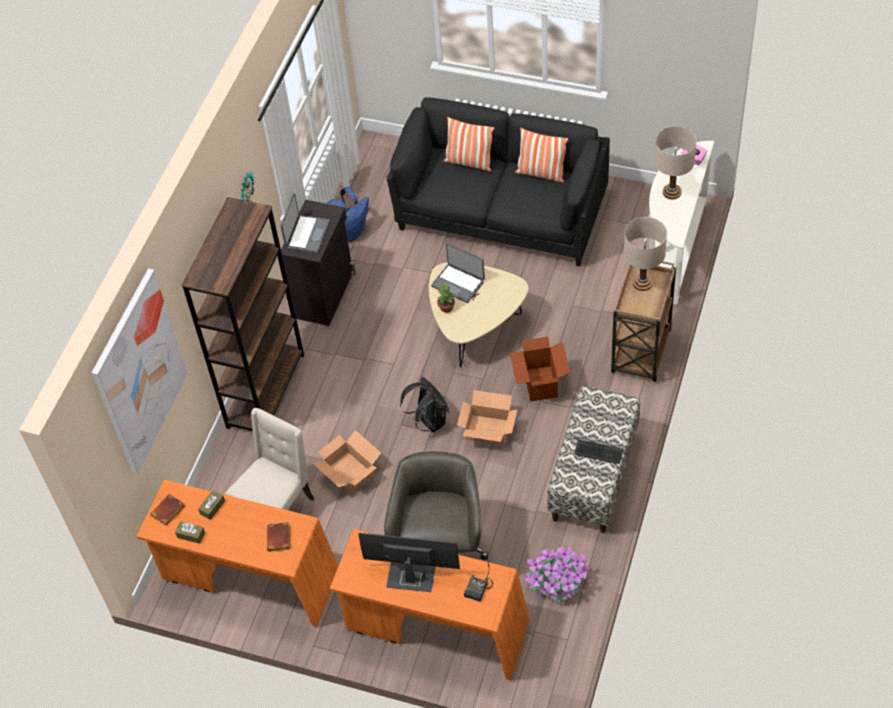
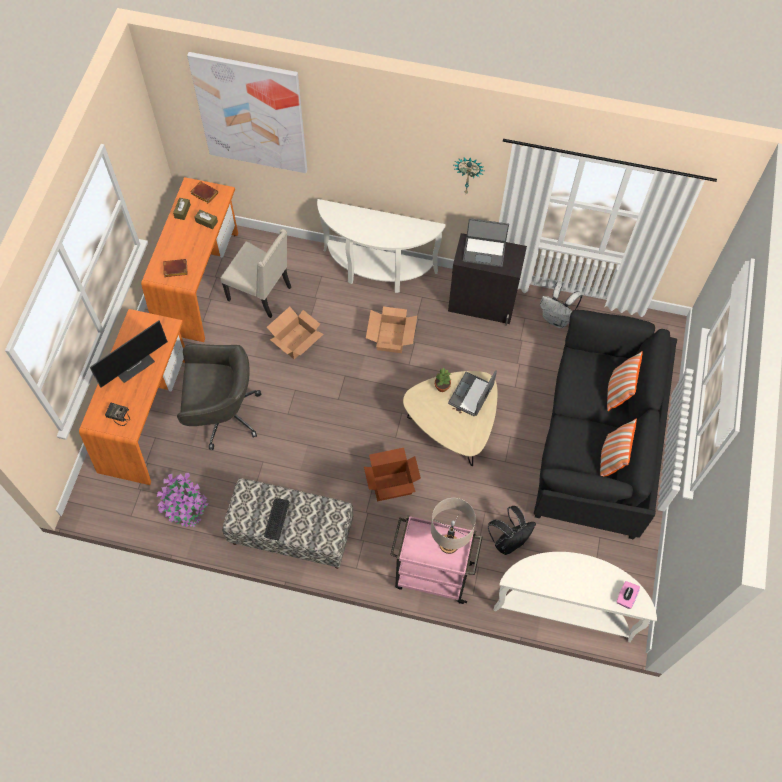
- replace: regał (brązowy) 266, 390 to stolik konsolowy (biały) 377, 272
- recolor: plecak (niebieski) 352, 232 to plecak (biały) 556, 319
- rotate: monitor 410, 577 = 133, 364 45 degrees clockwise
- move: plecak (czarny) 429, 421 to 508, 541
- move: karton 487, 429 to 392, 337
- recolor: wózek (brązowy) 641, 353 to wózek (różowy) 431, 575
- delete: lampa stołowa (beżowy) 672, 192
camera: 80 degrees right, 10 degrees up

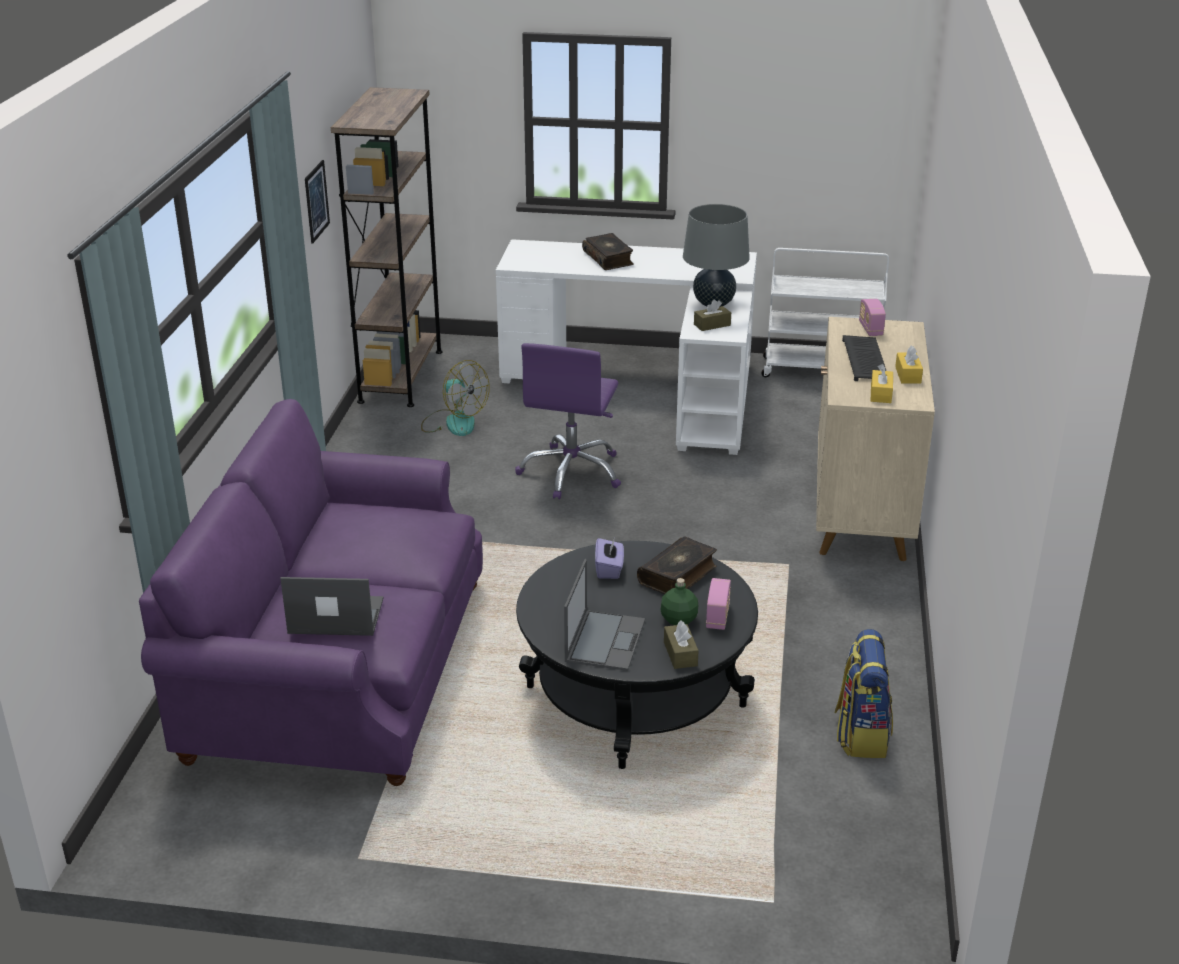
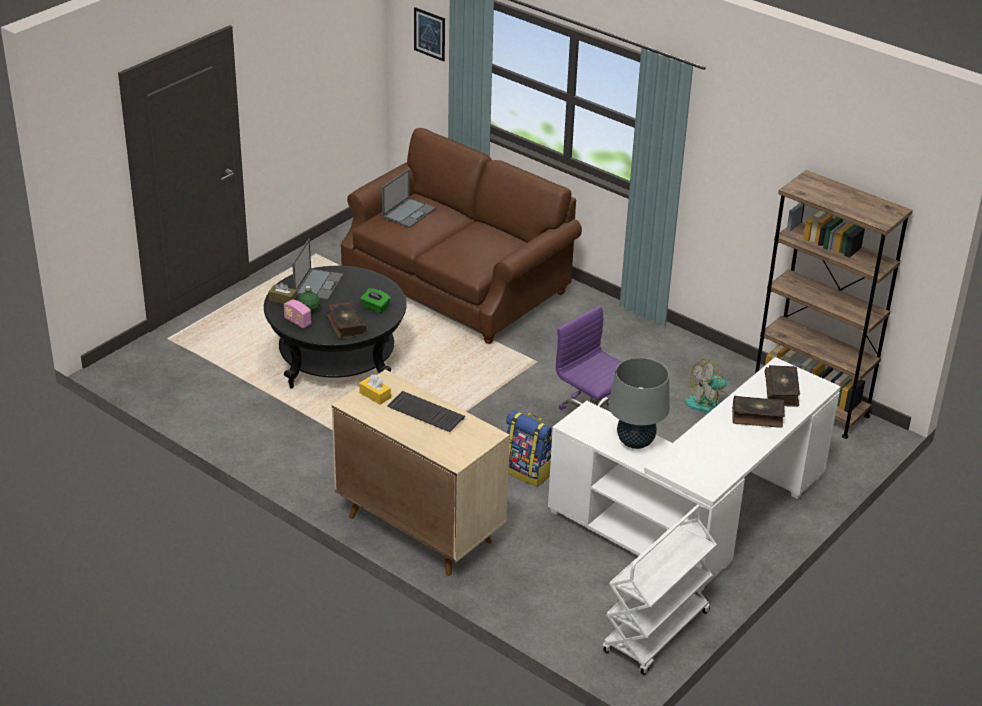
- recolor: kanapa (fioletowy) 338, 667 to kanapa (brązowy) 457, 284
- move: obraz 316, 201 to 429, 34
- rotate: laptop 605, 640 = 318, 284 120 degrees counterclockwise
- recolor: pudełko chusteczek (fioletowy) 609, 569 to pudełko chusteczek (zielony) 375, 307
- delete: pudełko chusteczek (brązowy) 712, 325
- move: plecak 861, 734 to 528, 472
- delete: radio 870, 329
- delete: pudełko chusteczek (żółty) 908, 375
- insert: książka 782, 391
camera: 120 degrees right, 5 degrees up

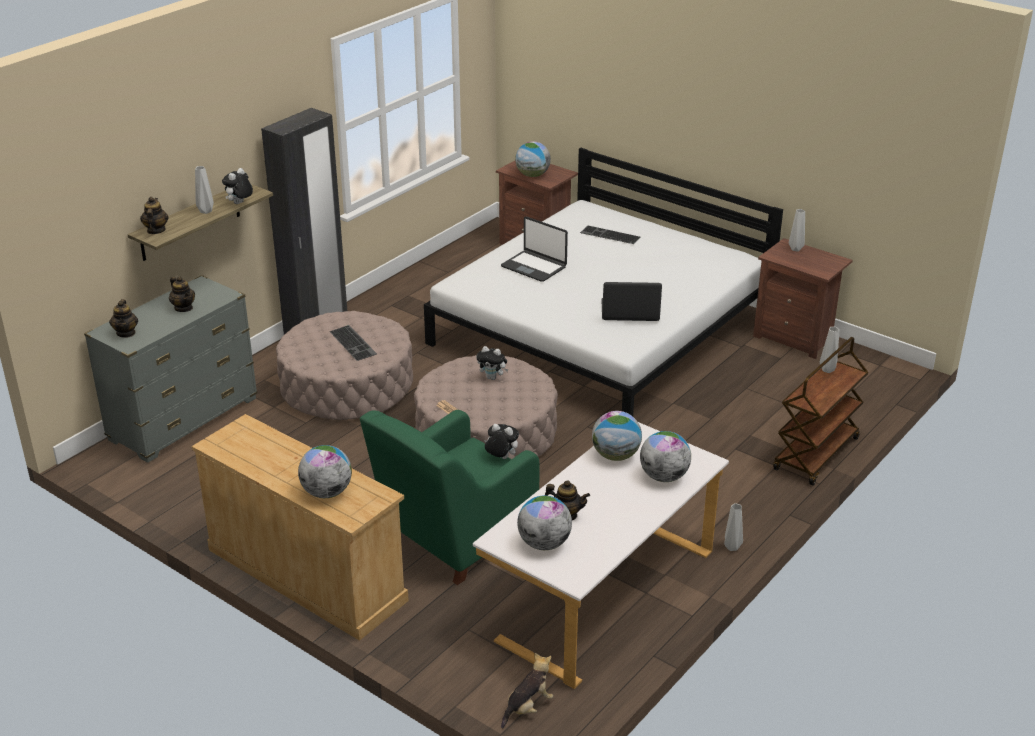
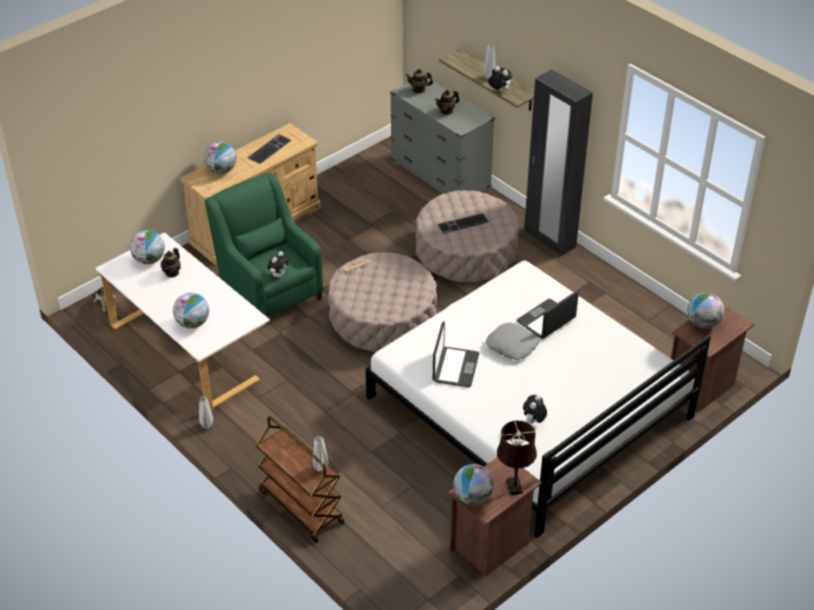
- delete: imbryk 156, 230
- move: pluszak 492, 377 to 533, 421
- move: klawiatura 609, 235 to 269, 148
- move: globus 615, 456 to 472, 497
- replace: wazon (szary) 795, 249 to lampa stołowa (brązowy) 514, 484
- insert: poduszka (szary) 511, 346
camera: 100 degrees right, 10 degrees up

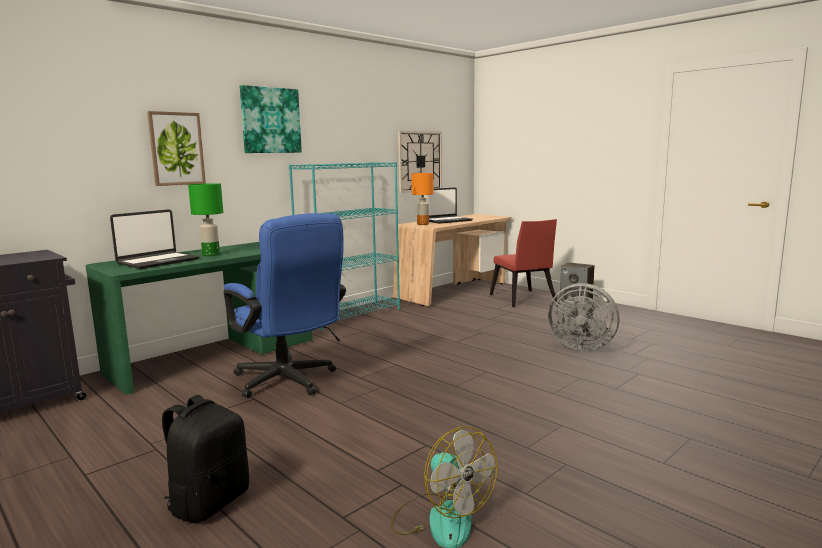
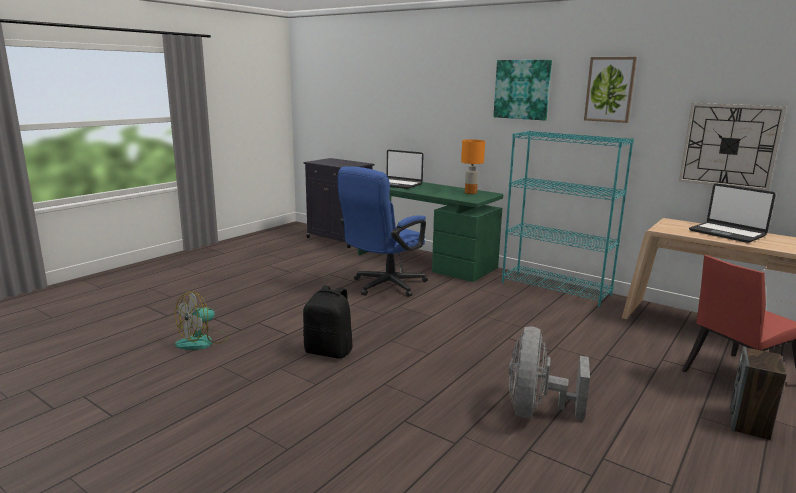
- move: obraz 176, 149 to 610, 89
- move: plecak (czarny) 209, 502 to 329, 351
- delete: lampa stołowa (zielony) 210, 255
- move: lampa stołowa (pomarańczowy) 422, 224 to 471, 193
camera: 80 degrees right, 5 degrees up

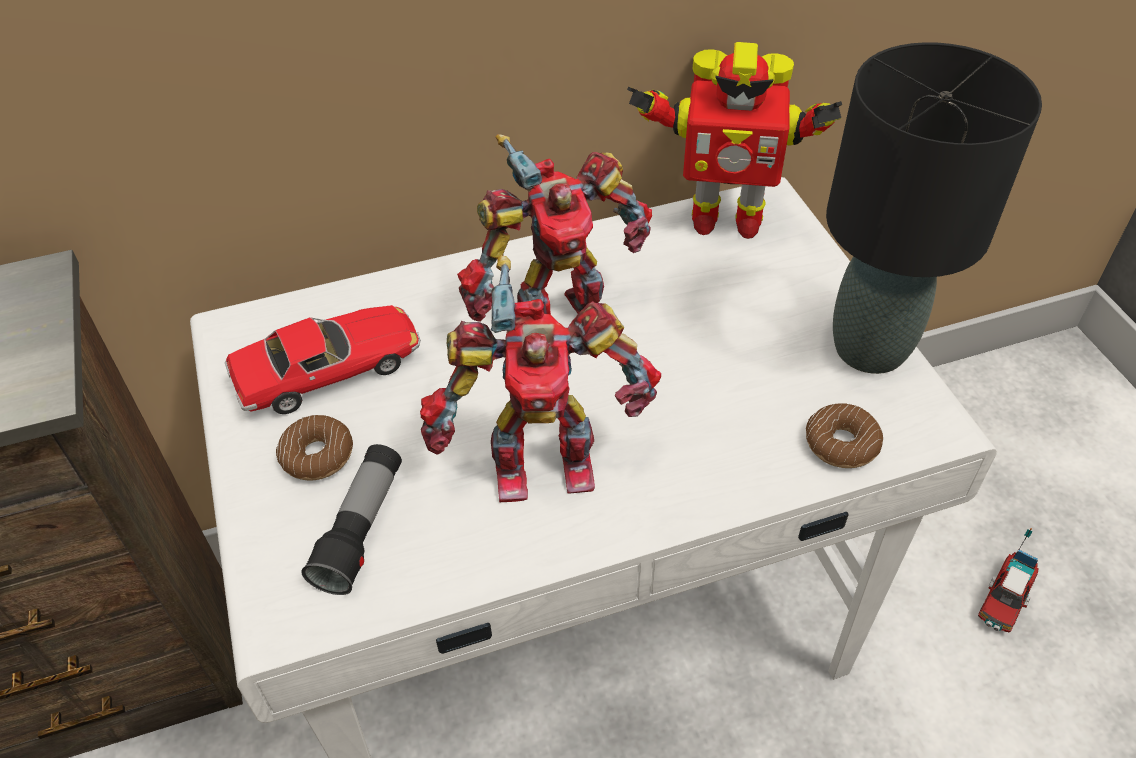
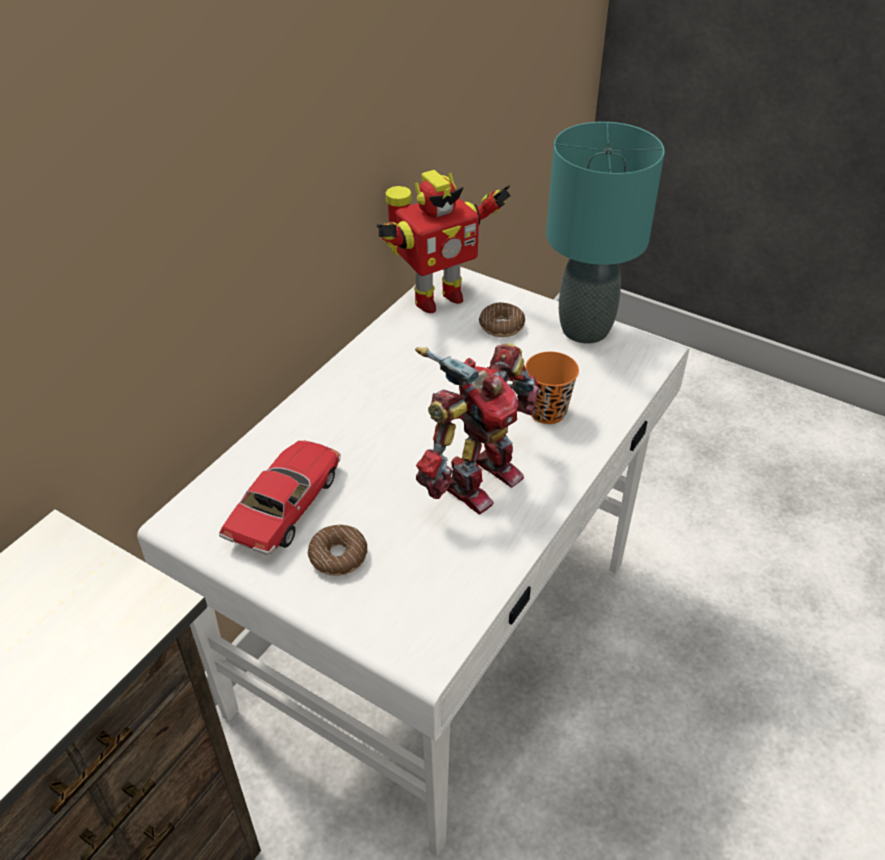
- delete: latarka 361, 529
- delete: robot zabawkowy 557, 316
- move: donut 841, 443 to 501, 326
- recolor: lampa stołowa (czarny) 871, 348 to lampa stołowa (turkusowy) 585, 329
- delete: ciężarówka zabawkowa 1005, 598
- insert: filiżanka (pomarańczowy) 547, 412
camera: 40 degrees left, 5 degrees down

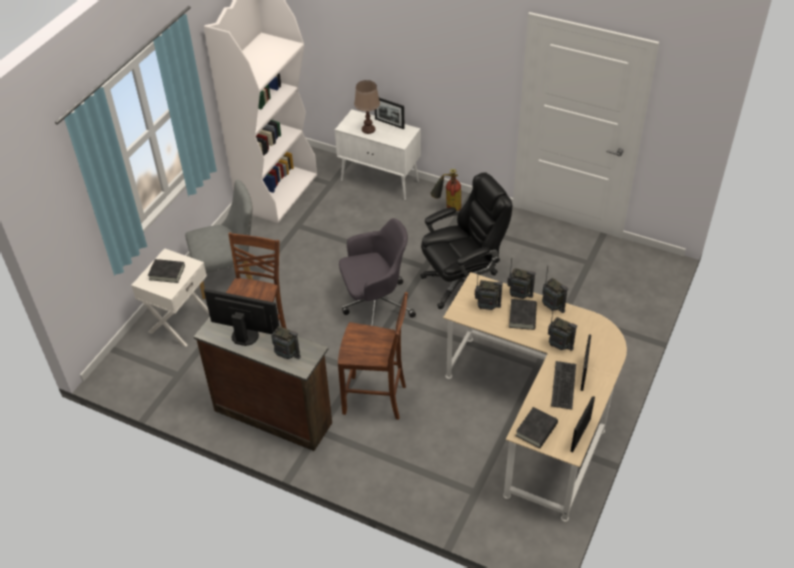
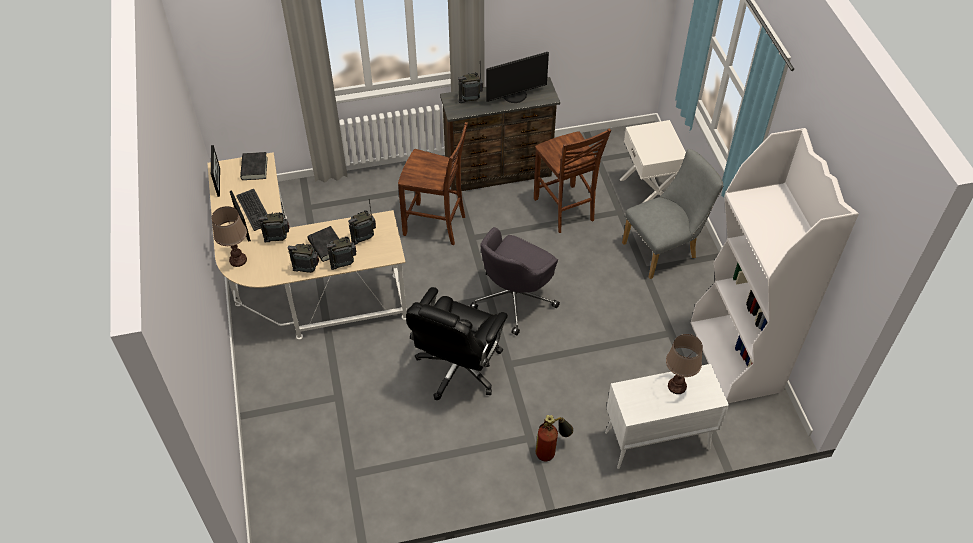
- delete: książka (czarny) 167, 273
- rotate: krzesło (szary) 229, 275 = 664, 249 150 degrees counterclockwise
- rotate: krzesło (brązowy) 376, 399 = 436, 225 135 degrees counterclockwise
- delete: ramka na zdjęcie 389, 123
- insert: lampa stołowa (brązowy) 238, 260
camera: 140 degrees right, 5 degrees up

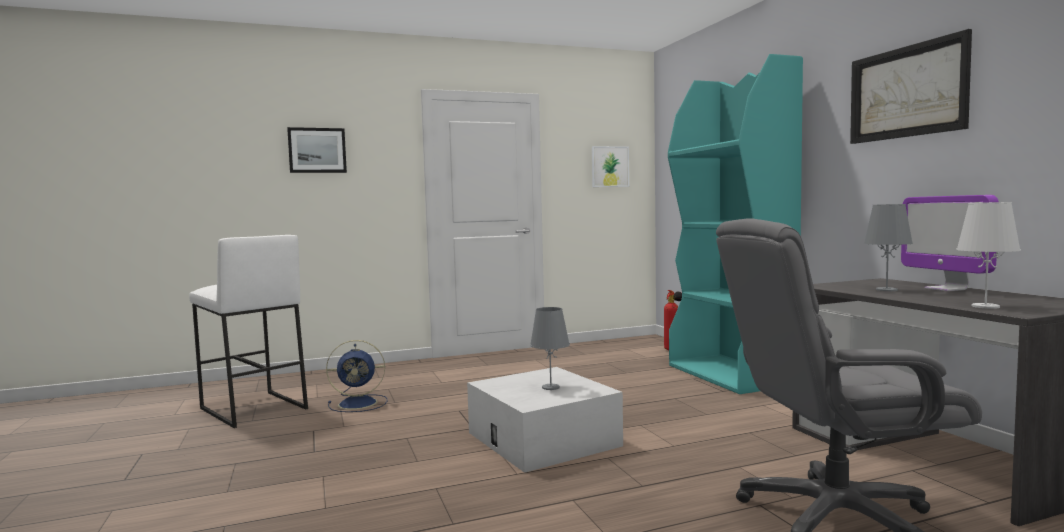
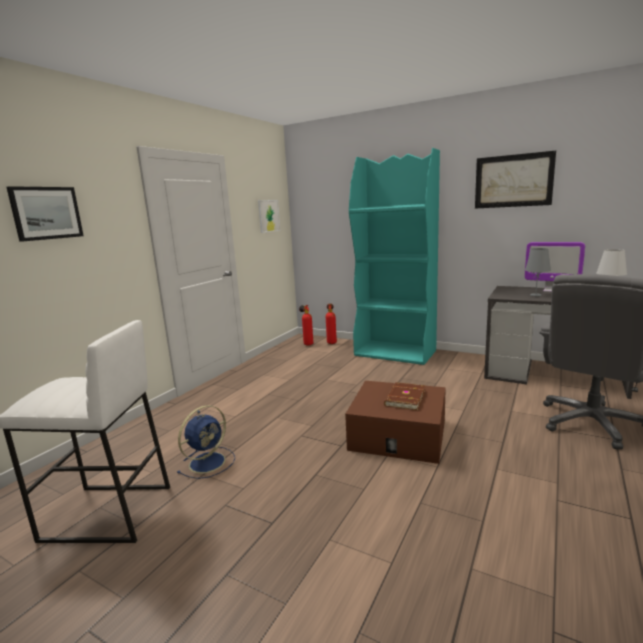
- recolor: pojemnik do przechowywania (biały) 543, 439 to pojemnik do przechowywania (brązowy) 398, 435
- replace: lampa stołowa (szary) 551, 387 to książka (brązowy) 404, 398
- insert: gaśnica 307, 344
camera: 40 degrees left, 10 degrees up

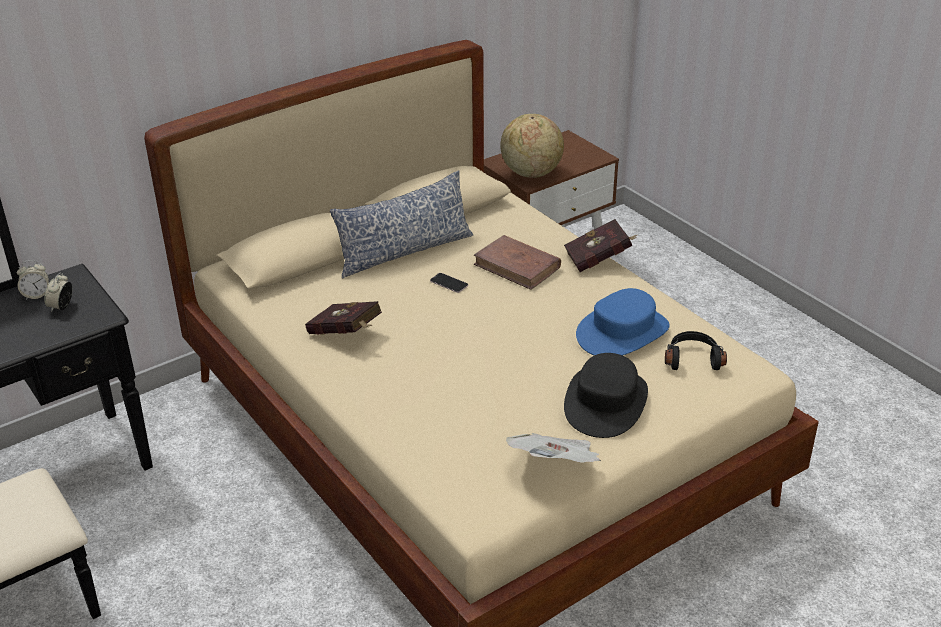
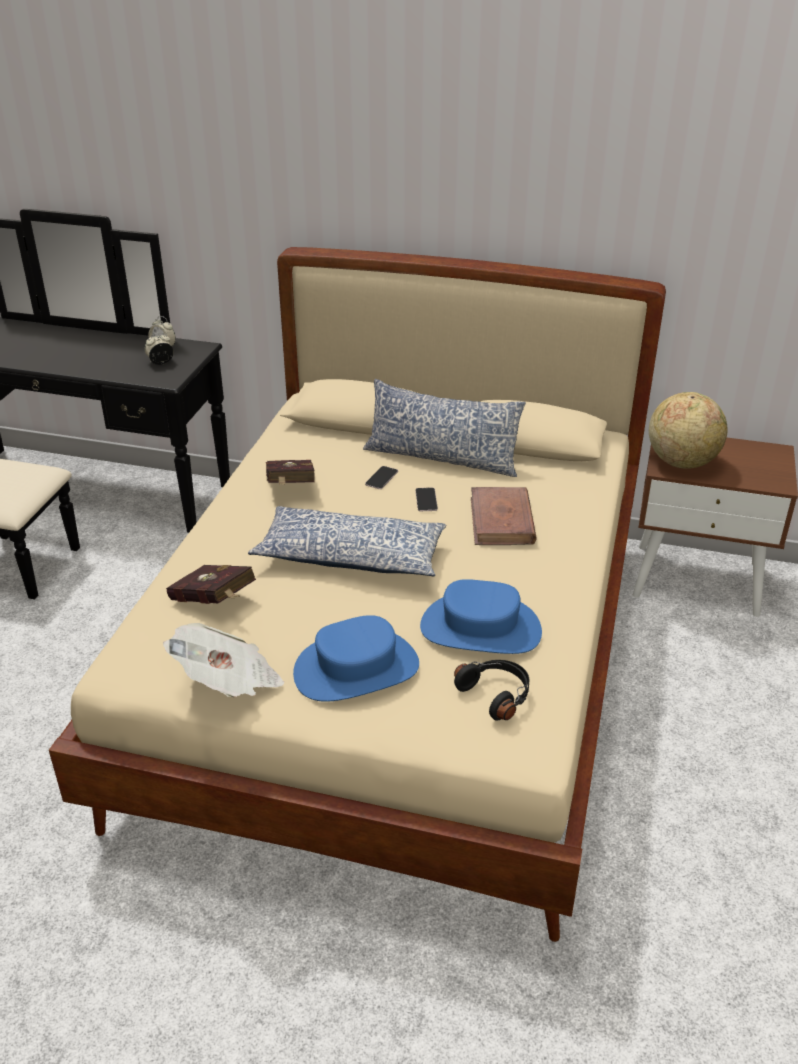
- move: książka (czerwony) 600, 260 to 215, 603
- recolor: kapelusz (czarny) 606, 402 to kapelusz (niebieski) 356, 669
- insert: poduszka 350, 556
- insert: telefon 381, 478
camera: 50 degrees right, 0 degrees up

